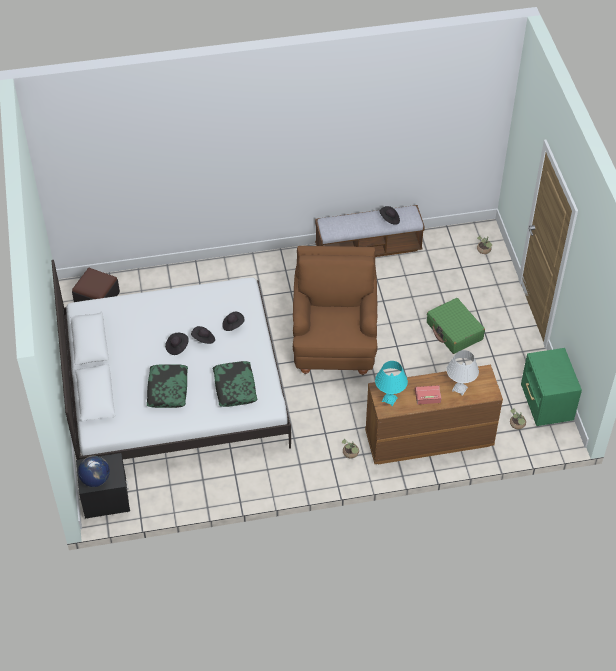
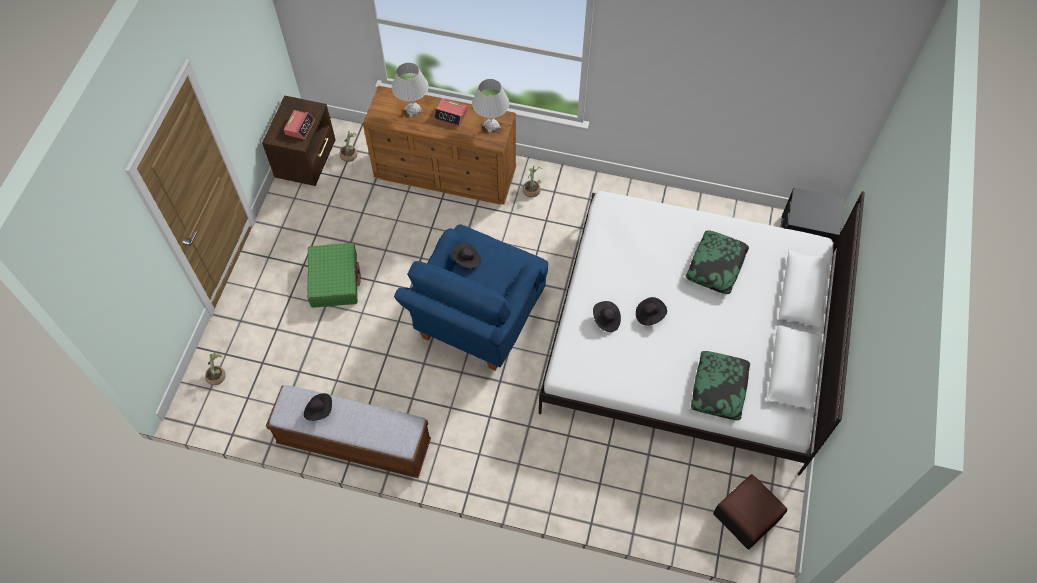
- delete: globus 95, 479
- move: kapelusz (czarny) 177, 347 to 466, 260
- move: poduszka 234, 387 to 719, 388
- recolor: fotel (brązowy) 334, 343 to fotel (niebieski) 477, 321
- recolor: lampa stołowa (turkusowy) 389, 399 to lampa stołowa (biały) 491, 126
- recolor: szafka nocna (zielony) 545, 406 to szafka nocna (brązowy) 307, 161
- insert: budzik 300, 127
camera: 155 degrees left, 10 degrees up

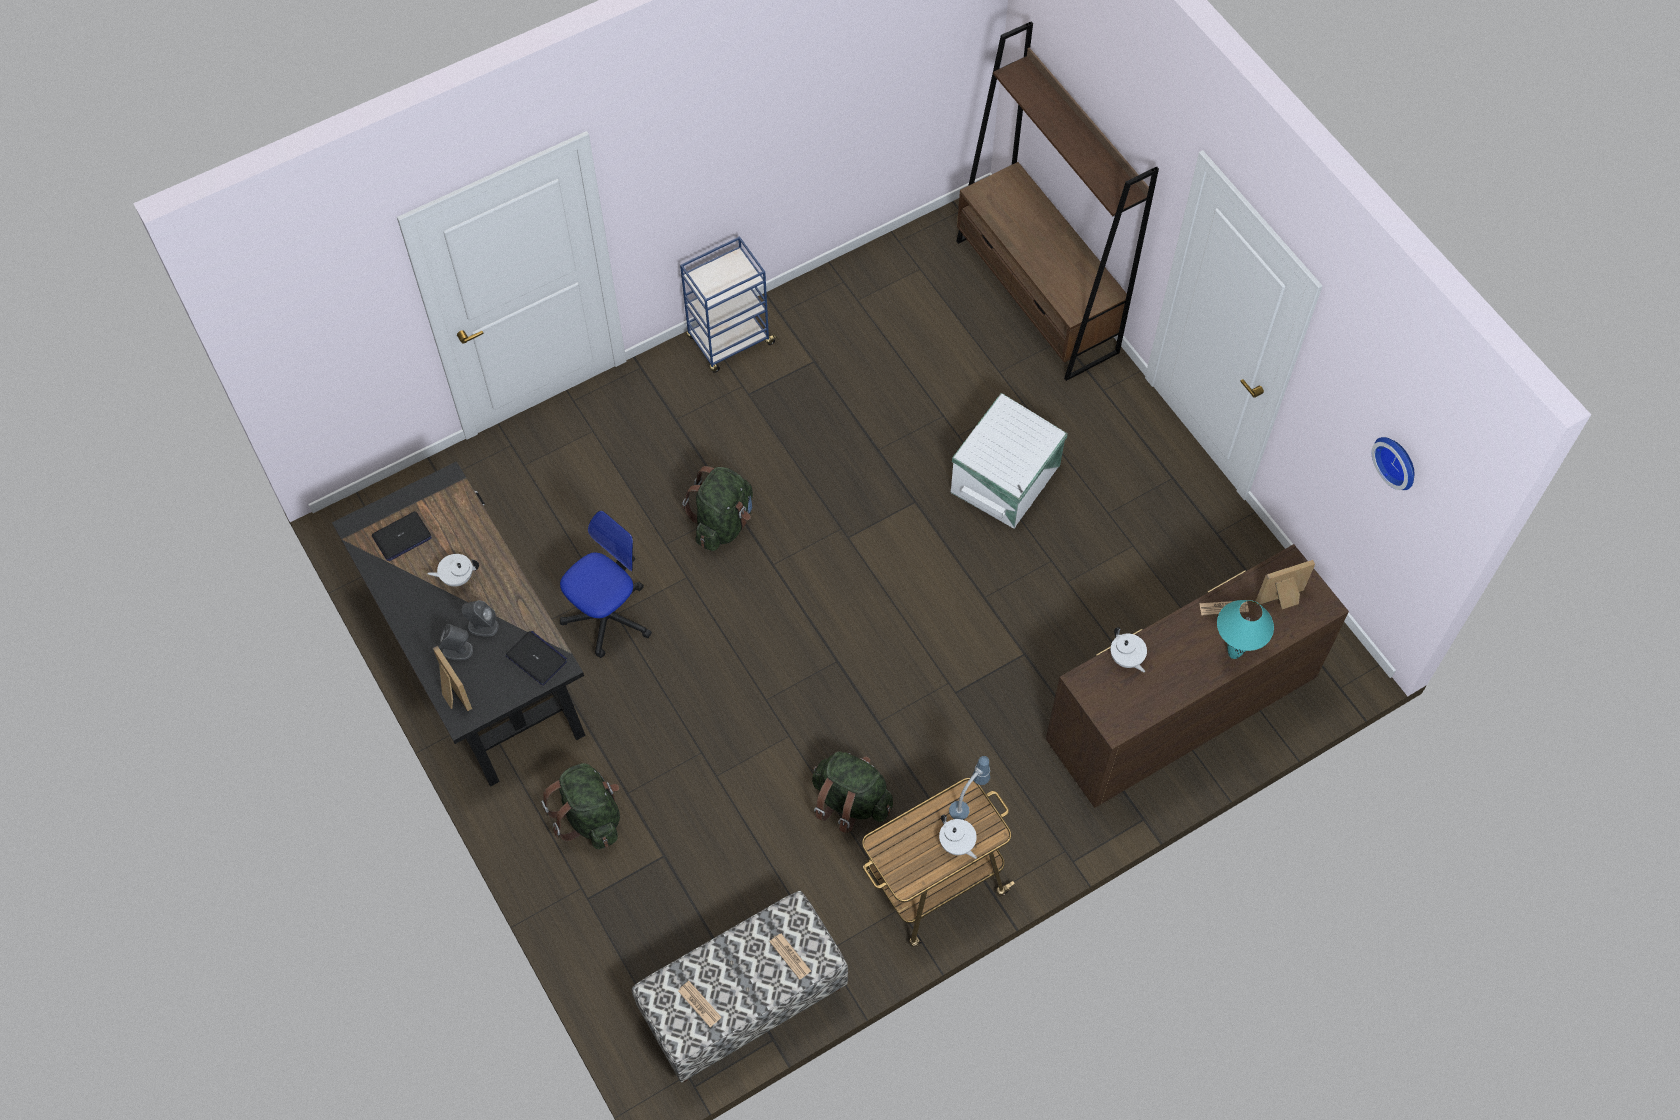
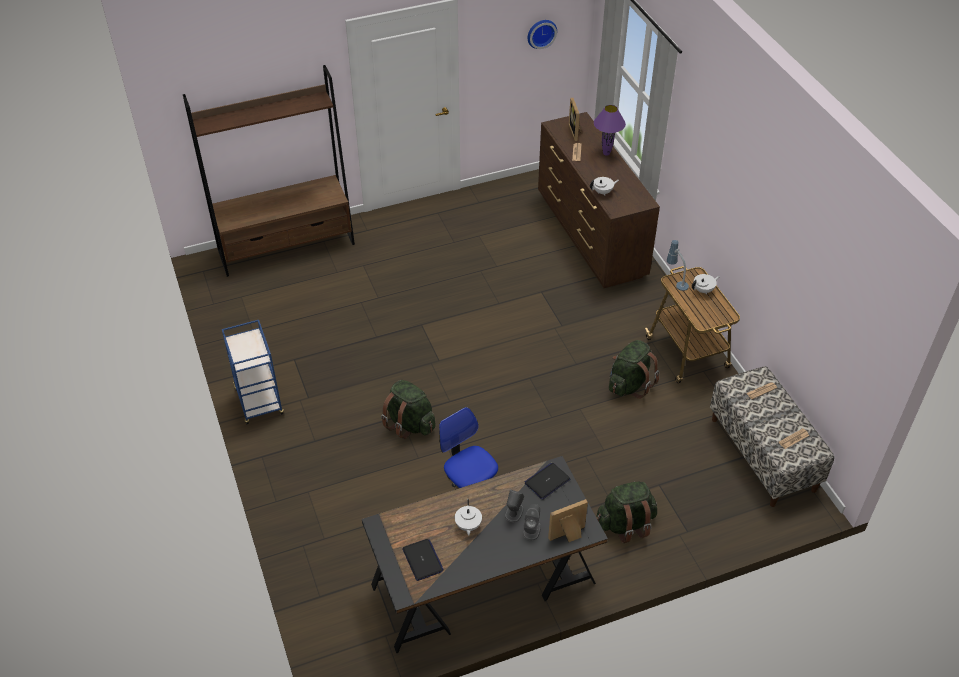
- delete: pojemnik do przechowywania (biały) 1007, 479
- recolor: lampa stołowa (turkusowy) 1233, 655 to lampa stołowa (fioletowy) 606, 154
camera: 80 degrees left, 15 degrees down

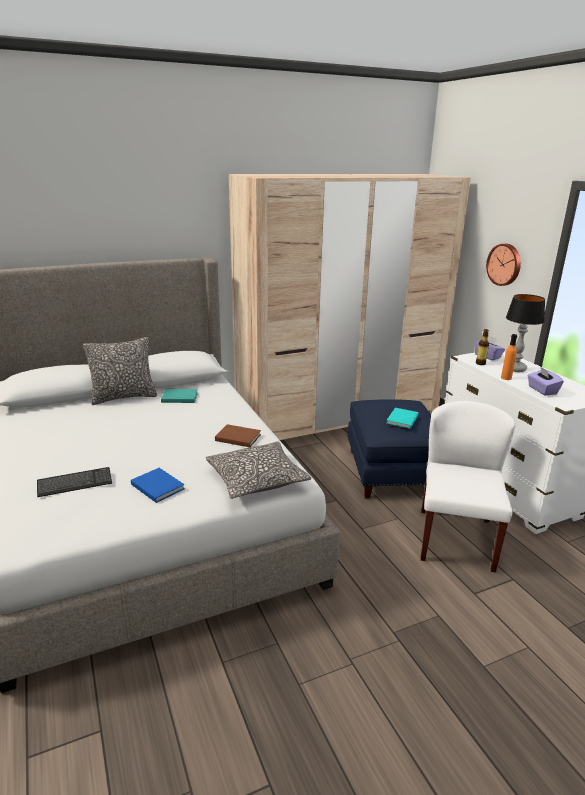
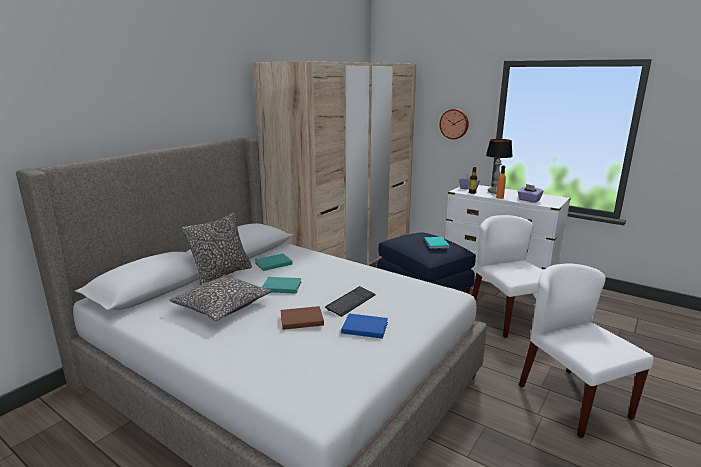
- move: klawiatura 75, 483 to 351, 302
- move: poduszka 257, 479 to 222, 306
- move: książka (brązowy) 237, 437 to 300, 319
- insert: książka (turkusowy) 281, 286
- insert: krzesło (biały) 572, 400
camera: 30 degrees left, 5 degrees down

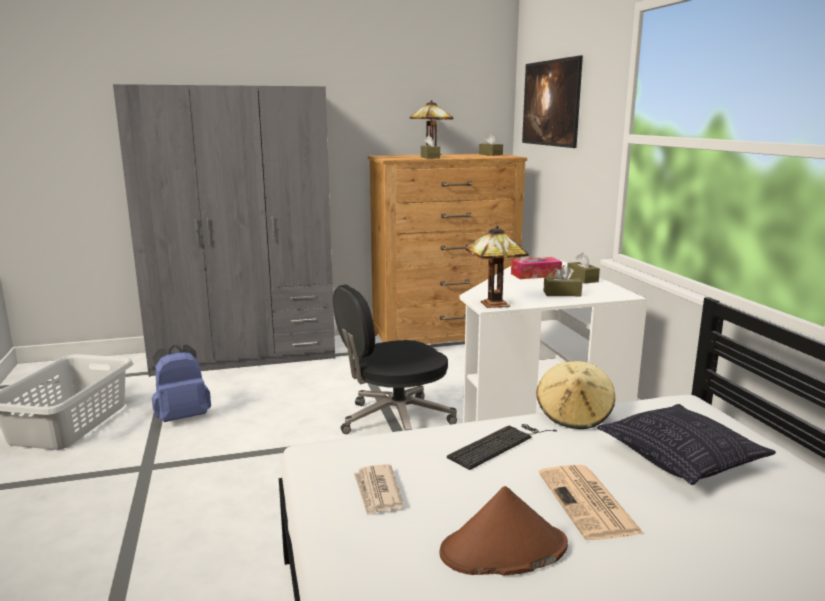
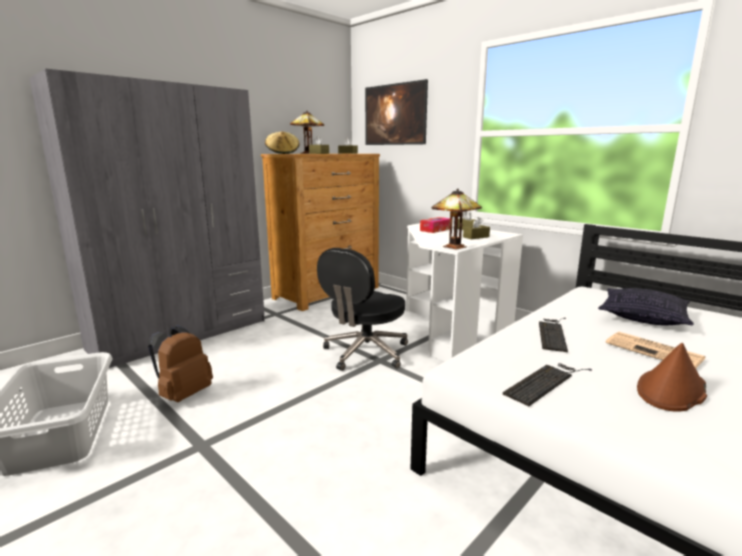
- recolor: plecak (niebieski) 182, 417 to plecak (brązowy) 183, 394
- replace: gazeta 377, 492 to klawiatura 545, 382
- move: kapelusz (beżowy) 574, 415 to 283, 153
camera: 30 degrees left, 0 degrees up

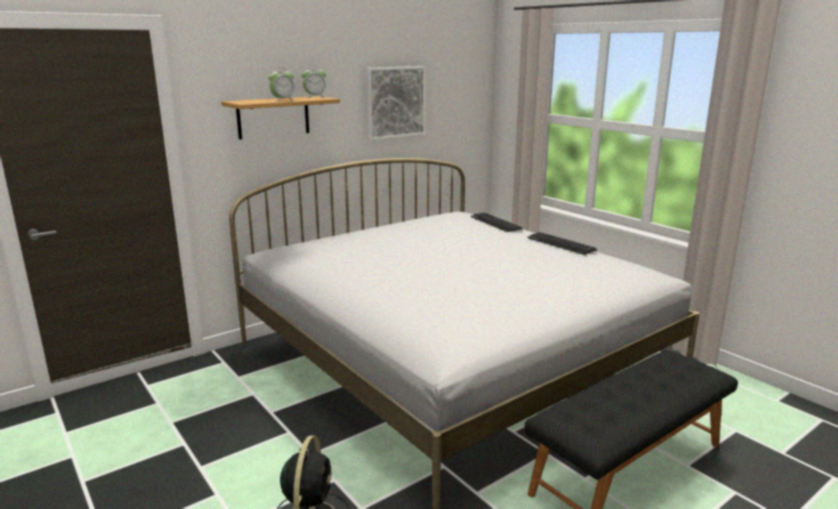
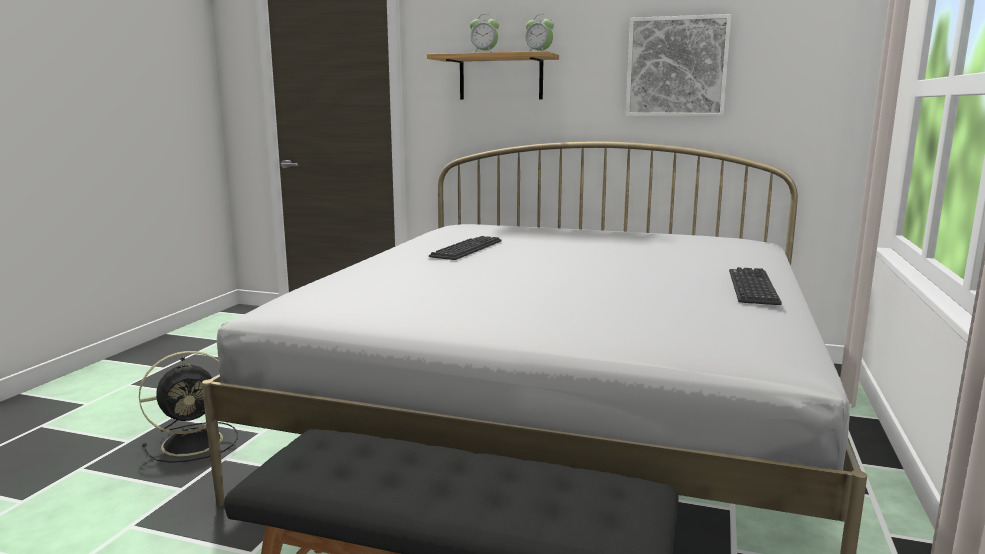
- move: klawiatura 495, 223 to 467, 249
camera: 55 degrees right, 5 degrees down

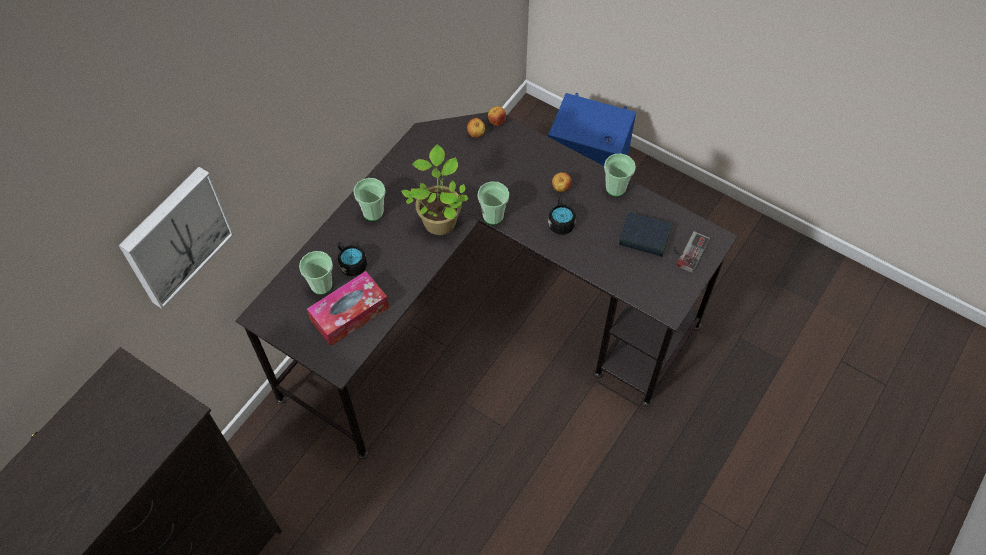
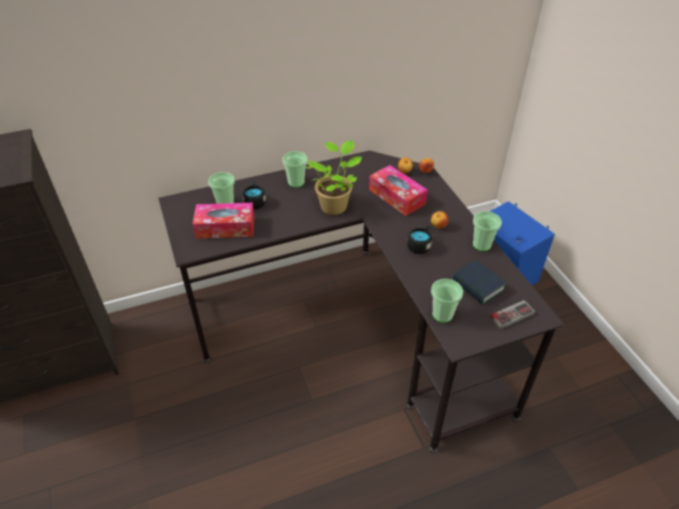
- delete: obraz 175, 236
- move: filiżanka 493, 216 to 442, 315
- insert: pudełko chusteczek 397, 197
camera: 35 degrees right, 15 degrees down

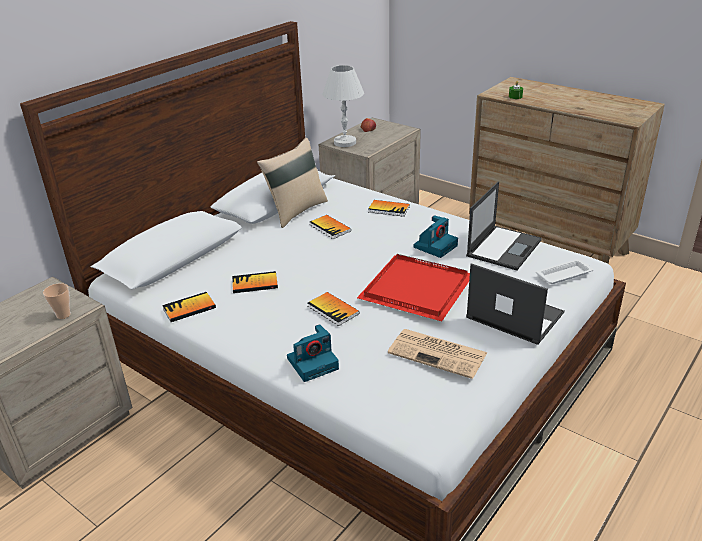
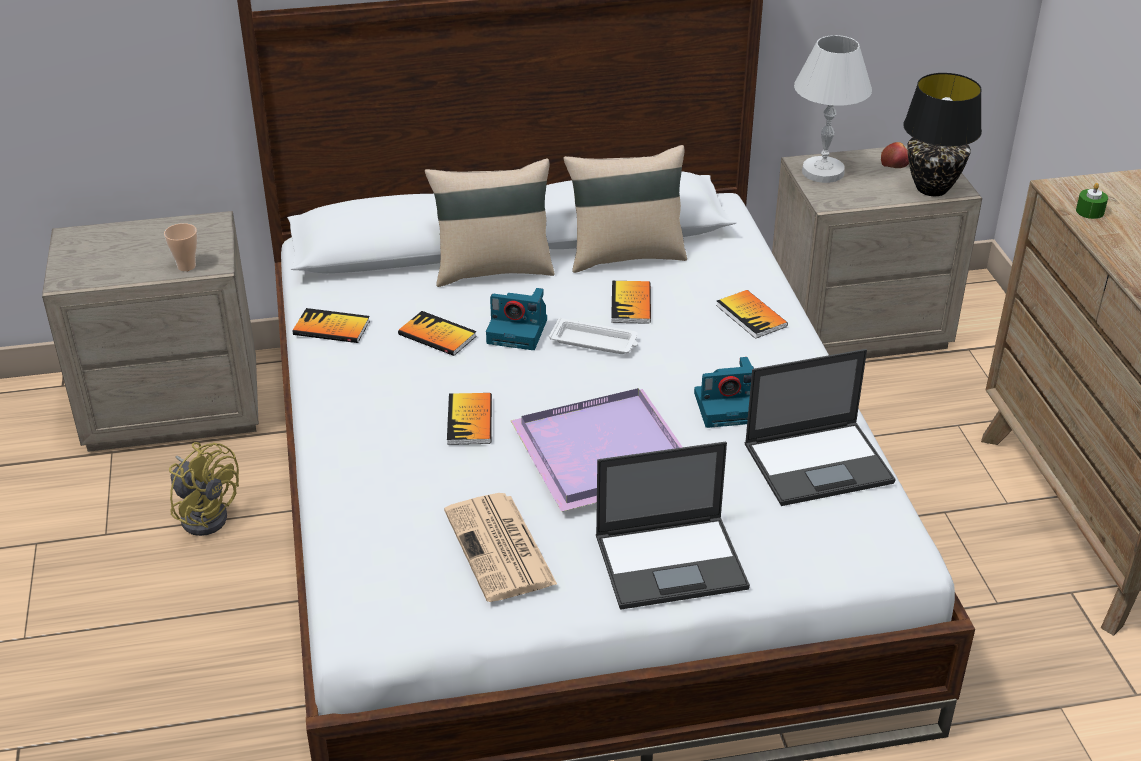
- move: aparat fotograficzny 313, 363 to 519, 331
- recolor: taca (czerwony) 414, 290 to taca (fioletowy) 600, 451
- rotate: laptop 513, 315 = 672, 562 90 degrees clockwise
- move: taca (biały) 565, 275 to 595, 342
- insert: wentylator (żółty) 206, 513
- insert: poduszka (beżowy) 493, 269
- insert: lampa stołowa (czarny) 931, 189
camera: 40 degrees right, 5 degrees up

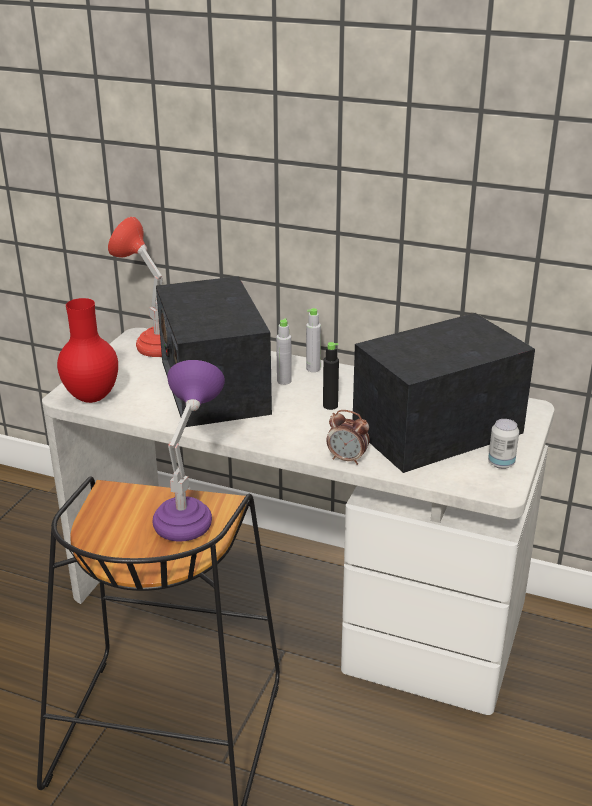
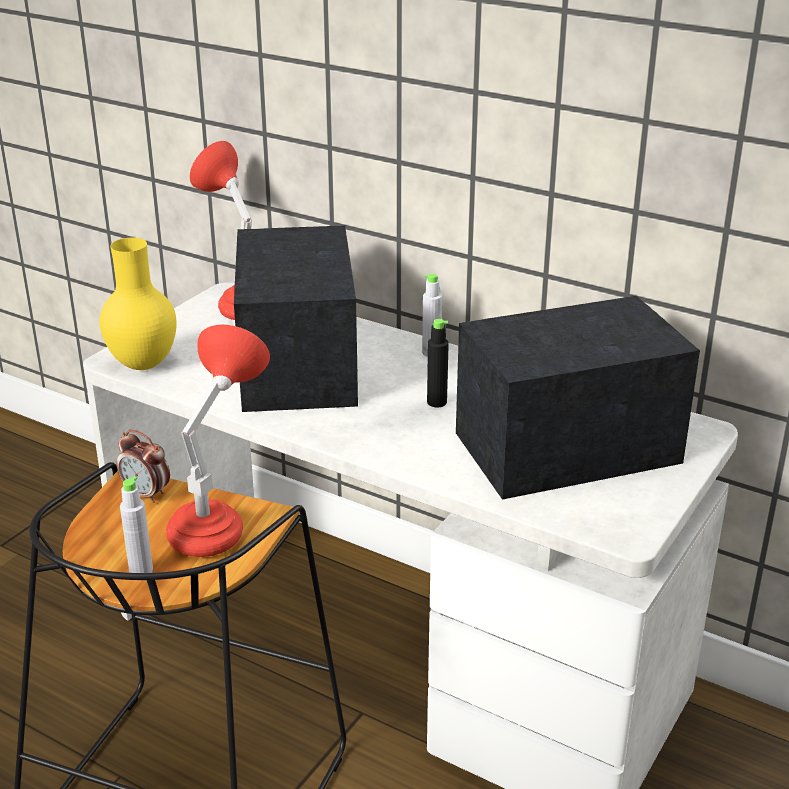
- recolor: wazon (czerwony) 91, 399 to wazon (żółty) 142, 365
- recolor: lampa stołowa (fioletowy) 189, 513 to lampa stołowa (czerwony) 218, 522
- move: butelka (szary) 284, 381 to 141, 570
- move: budzik 347, 459 to 146, 494
- delete: puszka 501, 463
camera: 10 degrees right, 0 degrees up

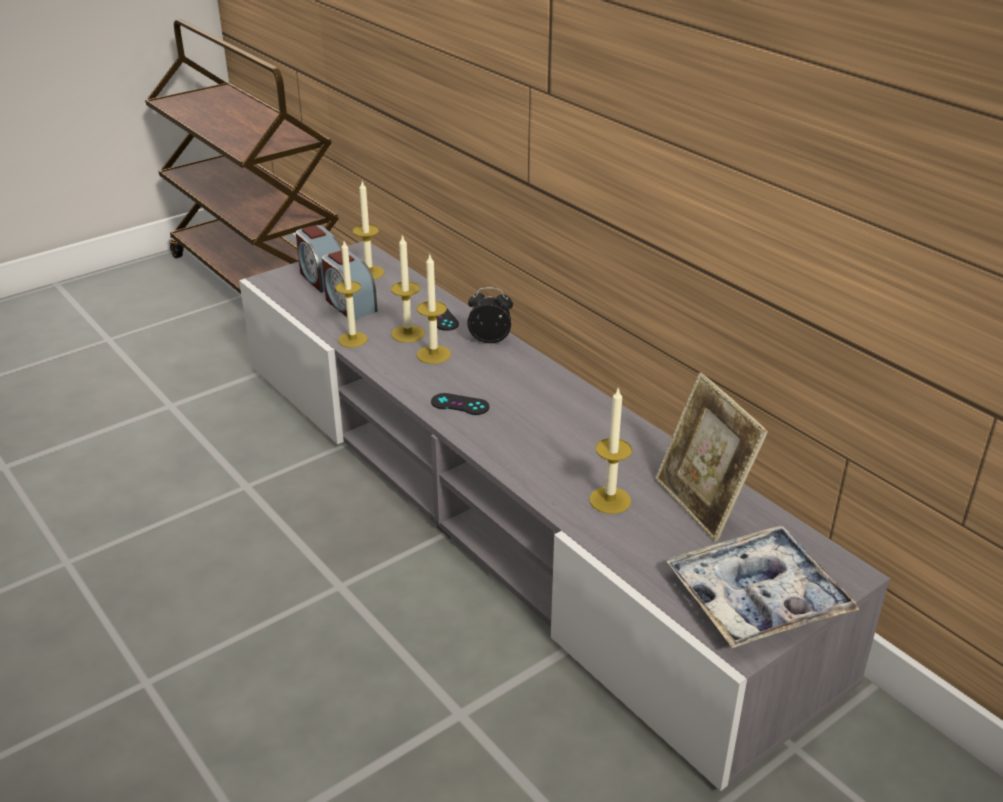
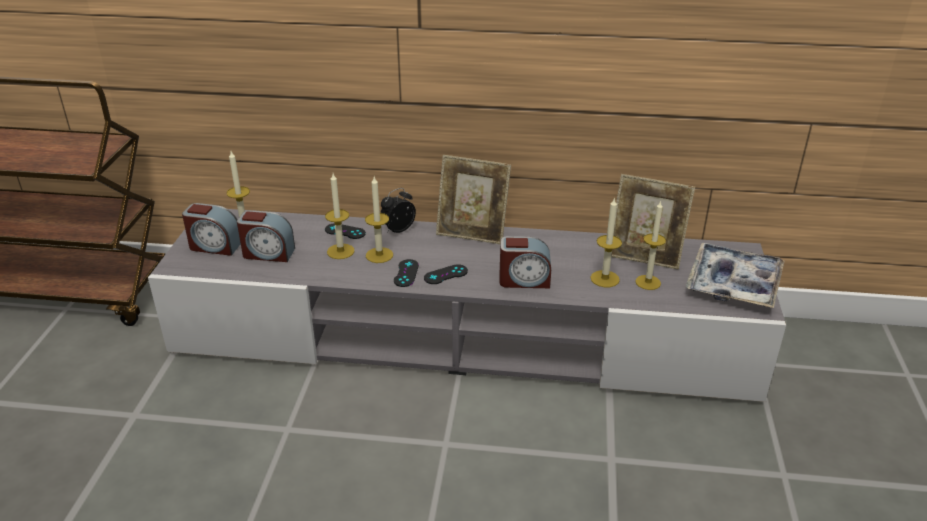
- move: świeca 352, 339 to 648, 282
- insert: pad do gier (czarny) 406, 273
- insert: ramka na zdjęcie 472, 233
- insert: budzik 524, 280
camera: 45 degrees left, 0 degrees up

